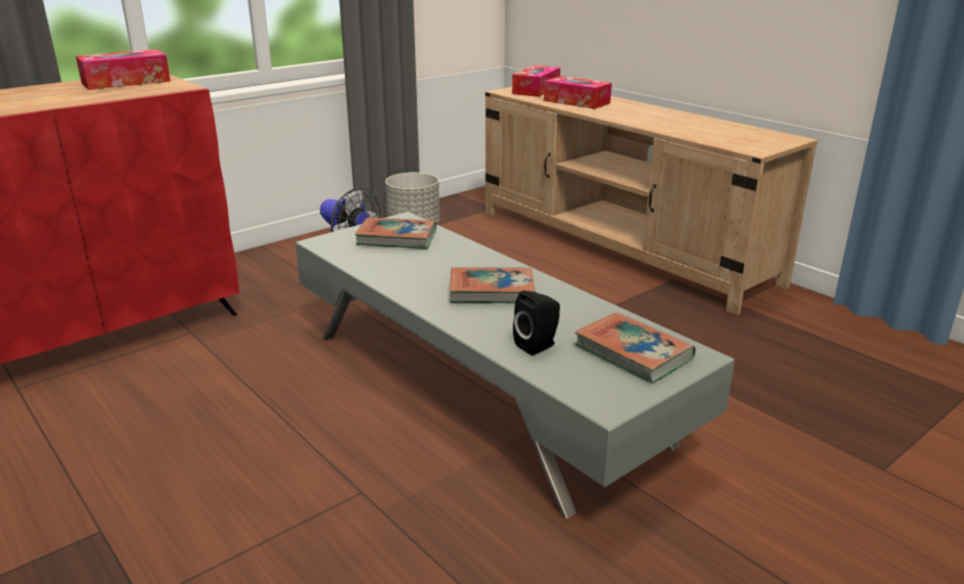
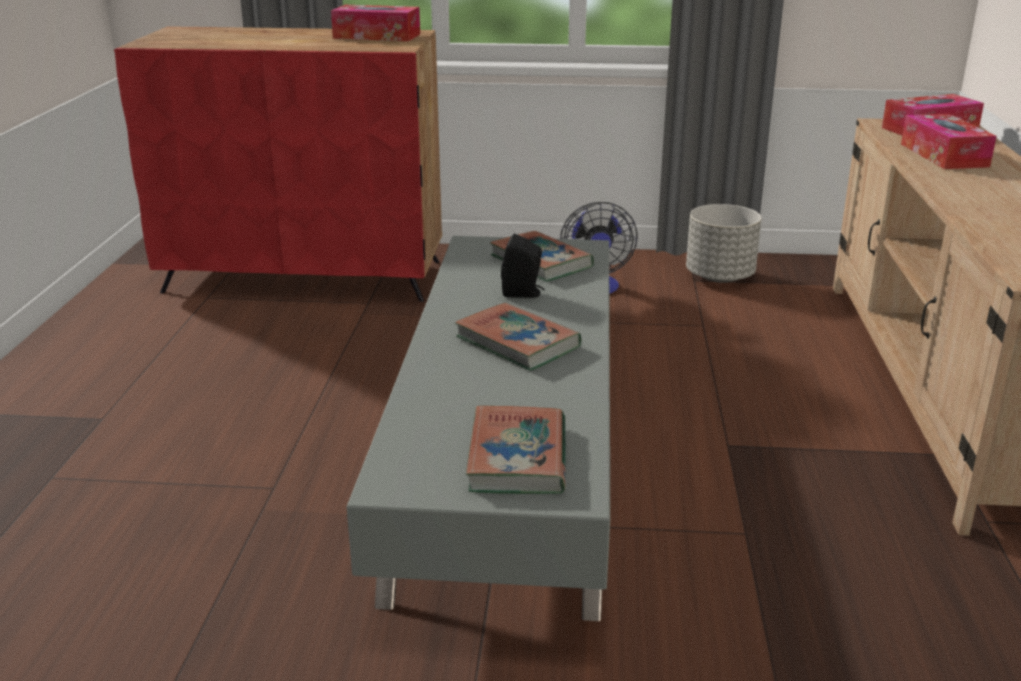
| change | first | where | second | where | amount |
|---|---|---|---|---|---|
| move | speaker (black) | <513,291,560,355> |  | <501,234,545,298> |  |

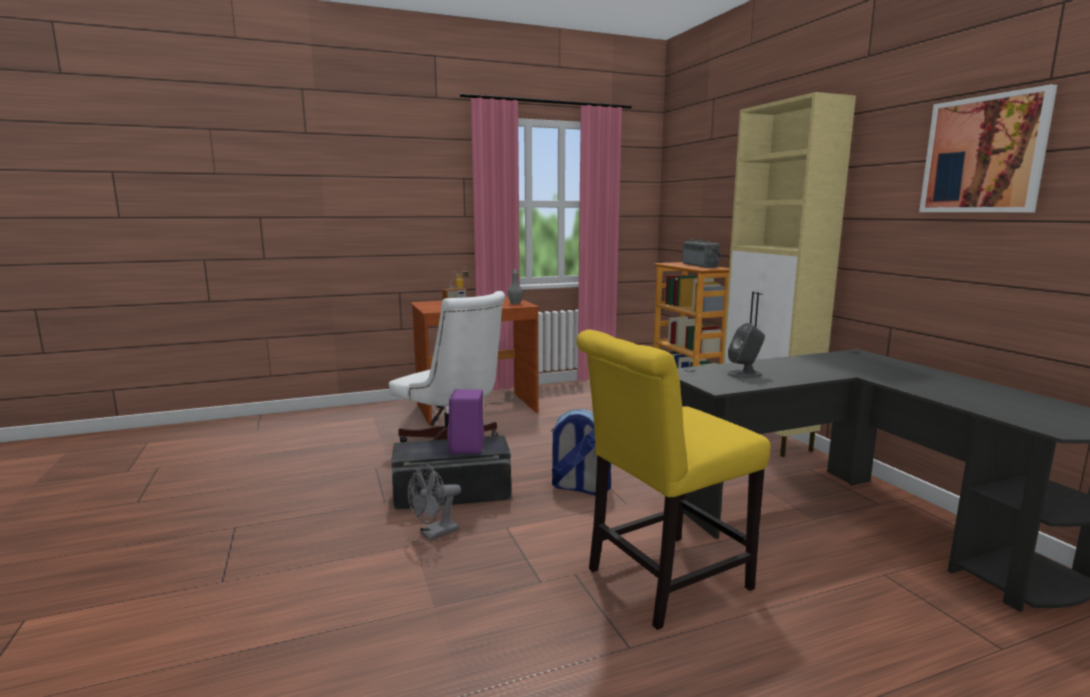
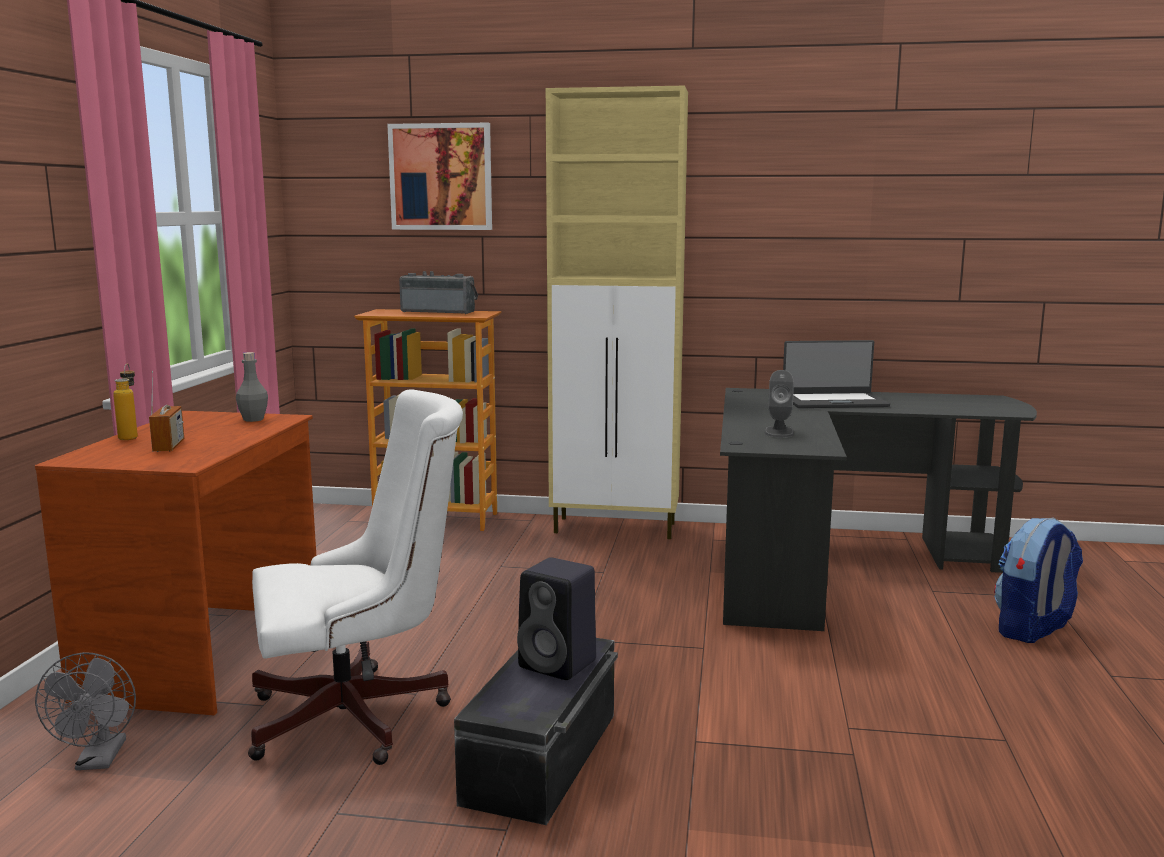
| change | first | where | second | where | amount |
|---|---|---|---|---|---|
| move | fan (grey) | <408,463,461,540> |  | <35,652,136,770> |  |
| recolor | speaker (purple) | <448,389,484,454> | speaker (black) | <517,557,596,680> |  |
| move | backpack | <551,409,611,495> |  | <994,518,1083,643> |  |
| delete | chair (yellow) | <576,330,771,630> |  |  |  |
| move | picture | <919,84,1057,212> |  | <387,123,492,230> |  |
| insert |  |  | laptop | <783,340,890,408> |  |

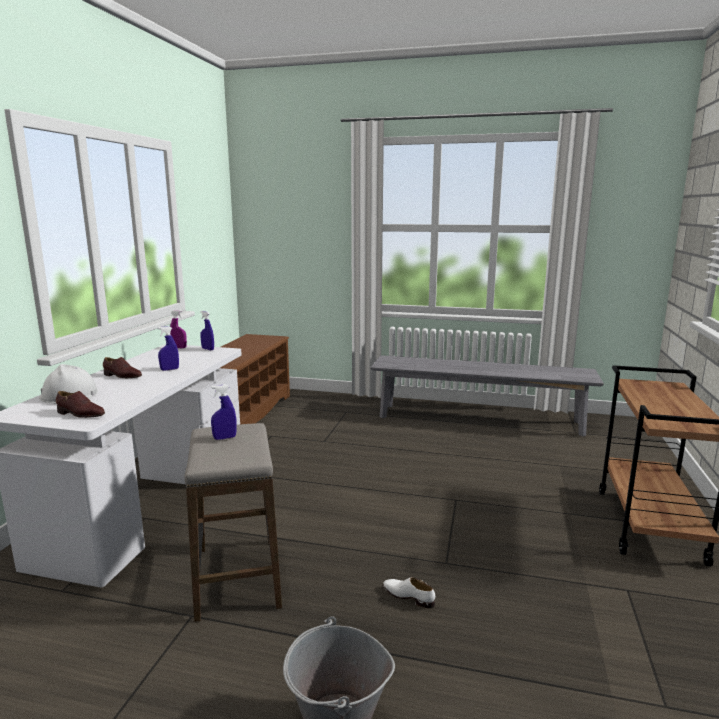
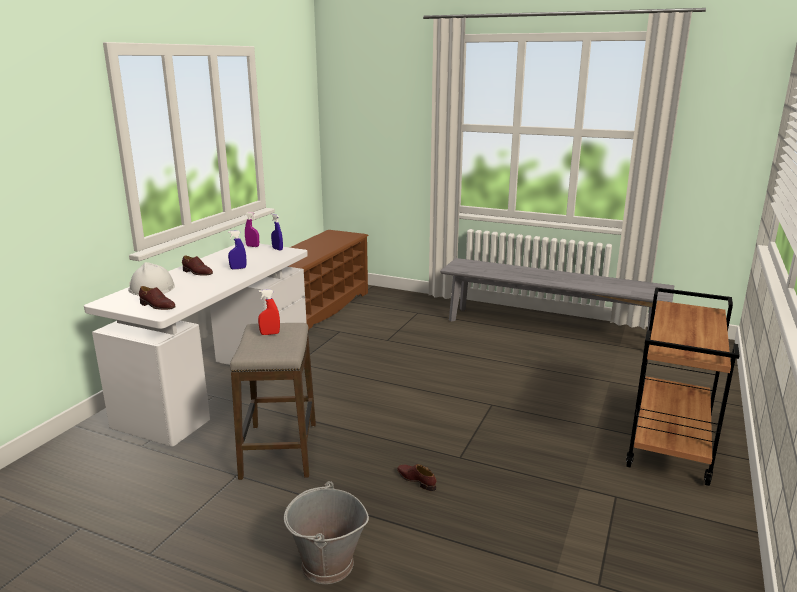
| change | first | where | second | where | amount |
|---|---|---|---|---|---|
| recolor | spray bottle (blue) | <211,385,237,440> | spray bottle (red) | <258,289,280,335> |  |
| recolor | shoe (white) | <383,577,435,608> | shoe (brown) | <397,464,436,491> |  |

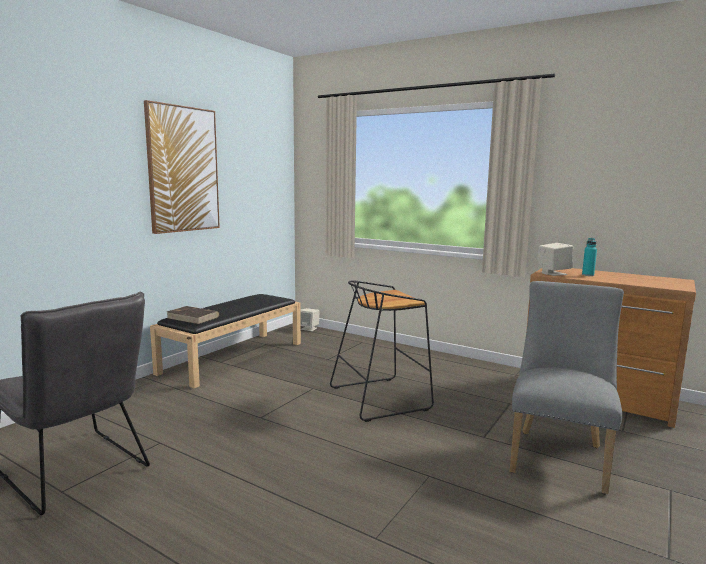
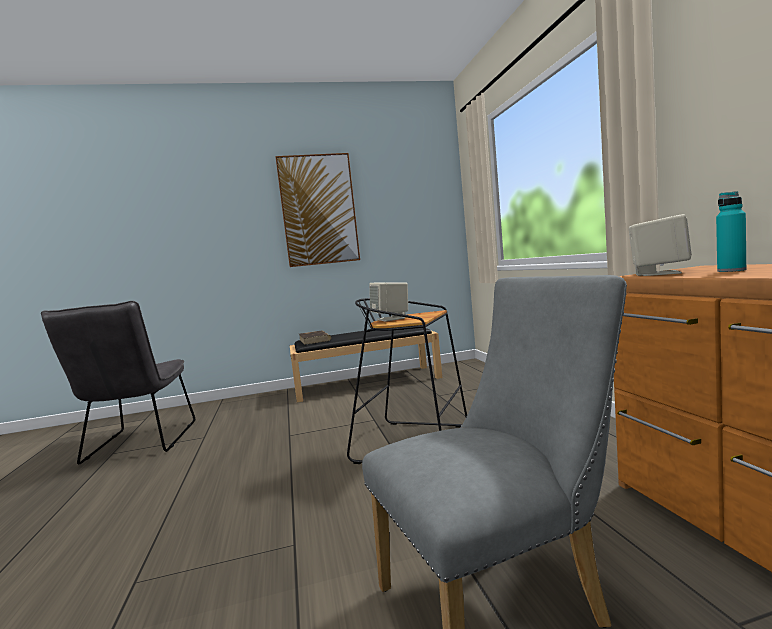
| change | first | where | second | where | amount |
|---|---|---|---|---|---|
| move | speaker (beige) | <300,308,320,331> |  | <369,283,408,322> |  |

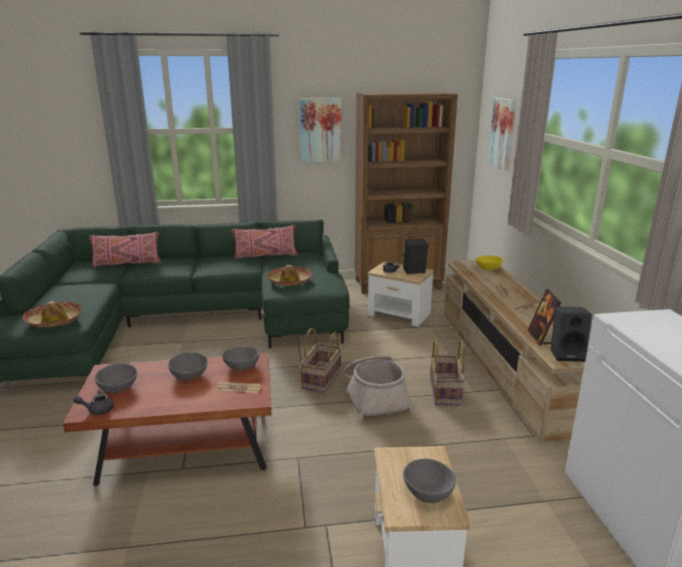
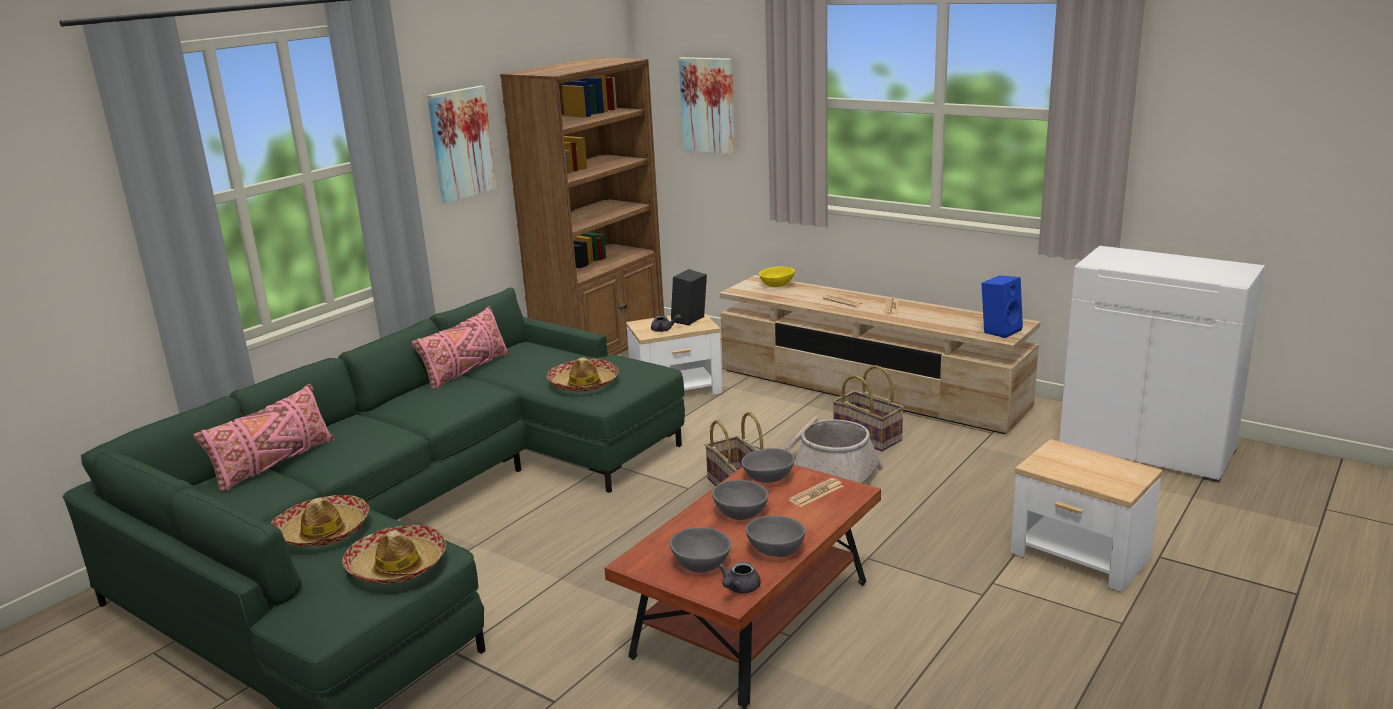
| change | first | where | second | where | amount |
|---|---|---|---|---|---|
| move | bowl (grey) | <403,459,456,503> |  | <746,516,805,557> |  |
| delete | picture frame | <528,289,561,346> |  |  |  |
| recolor | speaker (black) | <550,306,592,362> | speaker (blue) | <981,276,1023,338> |  |
| insert |  |  | hat | <271,495,370,547> |  |

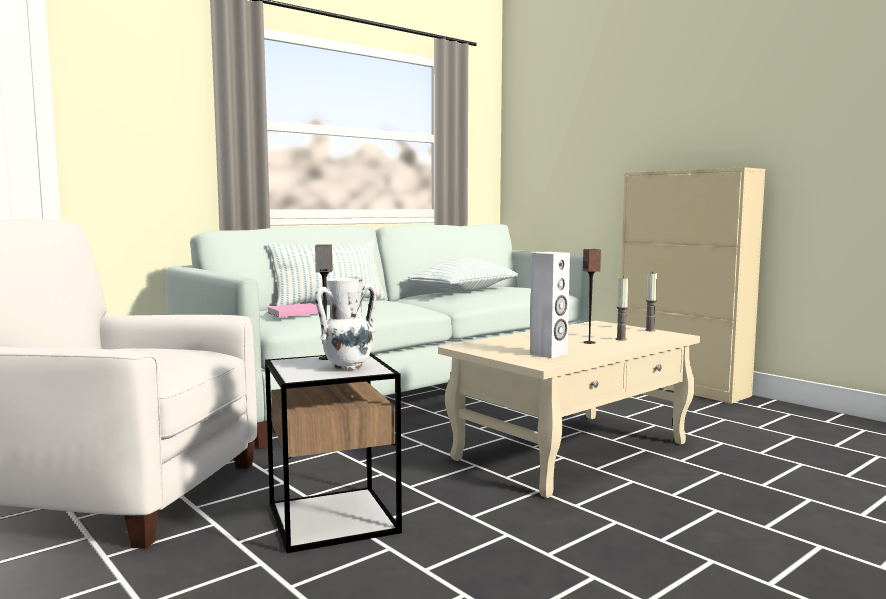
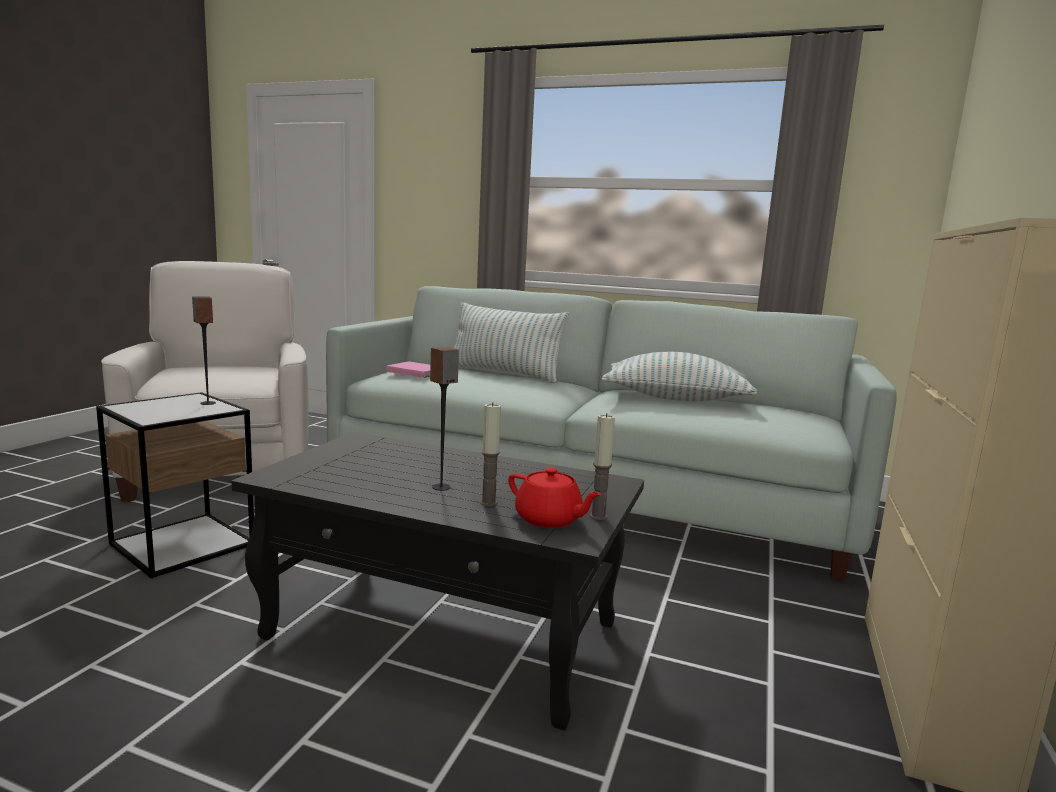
| change | first | where | second | where | amount |
|---|---|---|---|---|---|
| delete | vase (white) | <315,277,376,370> |  |  |  |
| recolor | coffee table (beige) | <438,321,701,498> | coffee table (black) | <231,432,644,730> |  |
| delete | speaker (white) | <530,252,570,358> |  |  |  |
| insert |  |  | teapot (red) | <508,467,602,528> |  |

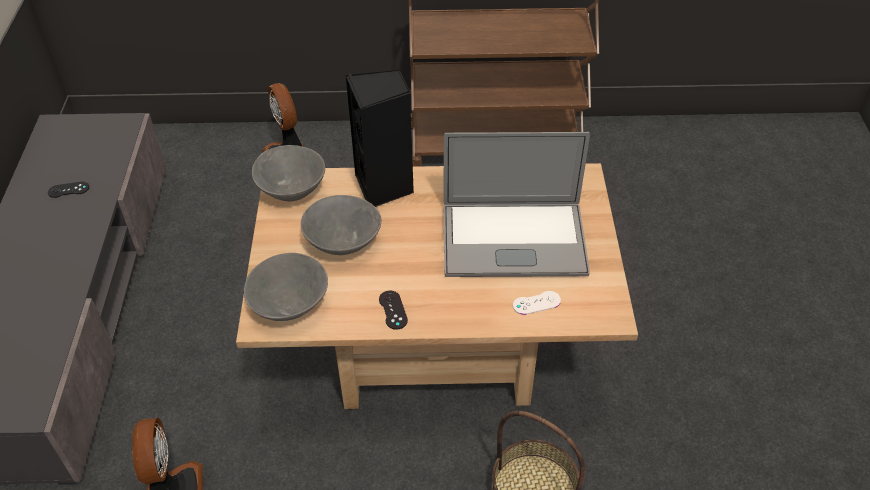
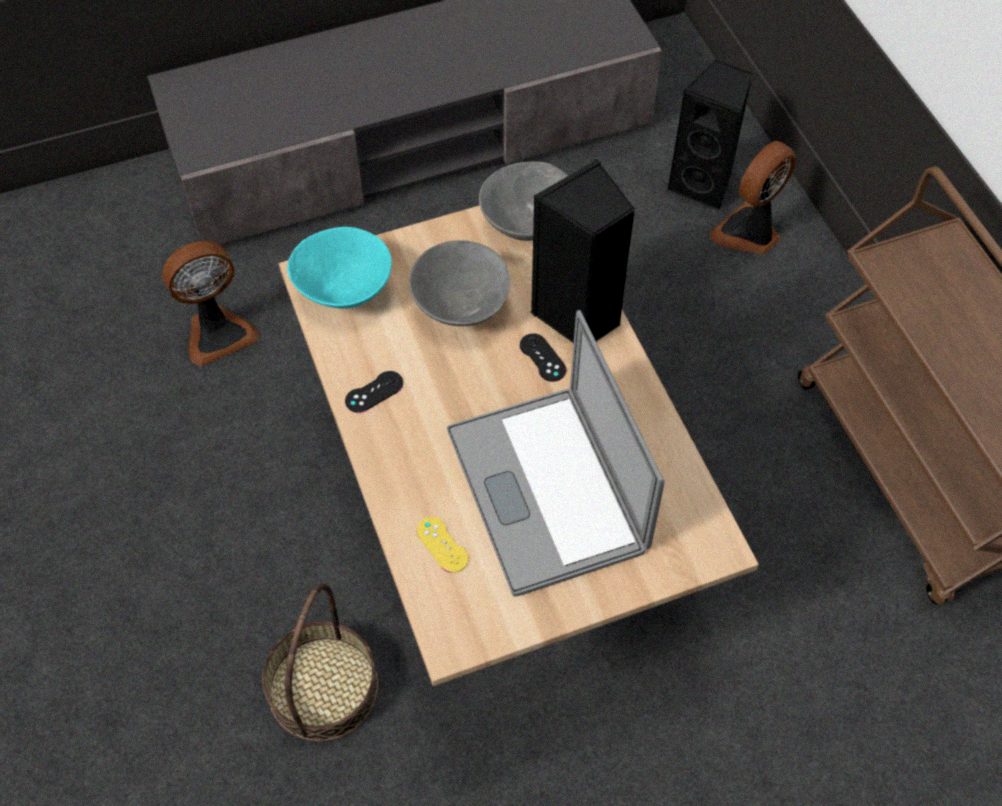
| change | first | where | second | where | amount |
|---|---|---|---|---|---|
| move | game controller (black) | <48,182,89,198> |  | <520,333,566,382> |  |
| recolor | bowl (grey) | <244,253,328,321> | bowl (turquoise) | <287,227,392,309> |  |
| recolor | game controller (white) | <513,291,561,315> | game controller (yellow) | <417,517,469,573> |  |
| insert |  |  | speaker (black) | <667,59,753,211> |  |

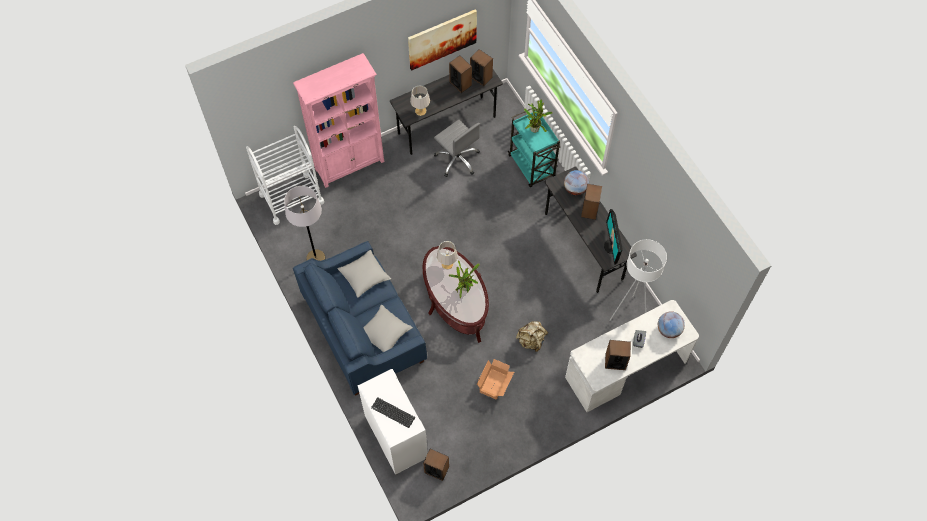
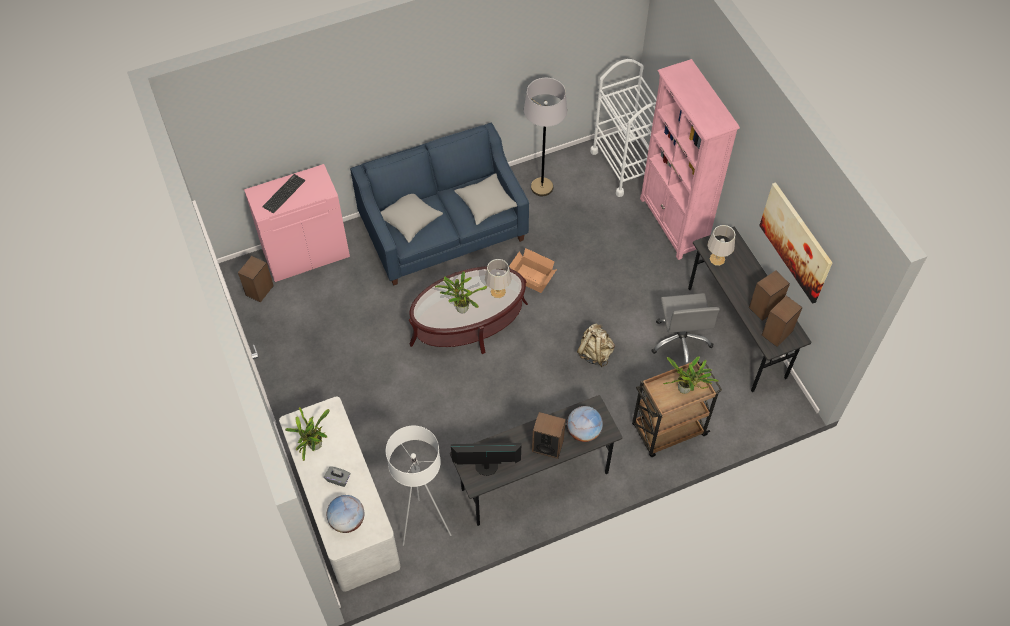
| change | first | where | second | where | amount |
|---|---|---|---|---|---|
| recolor | cabinet (white) | <358,369,428,475> | cabinet (pink) | <244,164,350,282> |  |
| rotate | office chair (grey) | <434,119,480,177> |  | <651,293,720,364> | 60 degrees counterclockwise |
| move | cardboard box | <477,359,514,400> |  | <509,248,557,293> |  |
| recolor | cart (turquoise) | <508,108,560,187> | cart (brown) | <632,361,722,457> |  |
| move | backpack (beige) | <516,321,548,352> |  | <577,323,615,367> |  |
| replace | speaker | <605,340,631,370> | potted plant | <285,407,330,461> |  |

